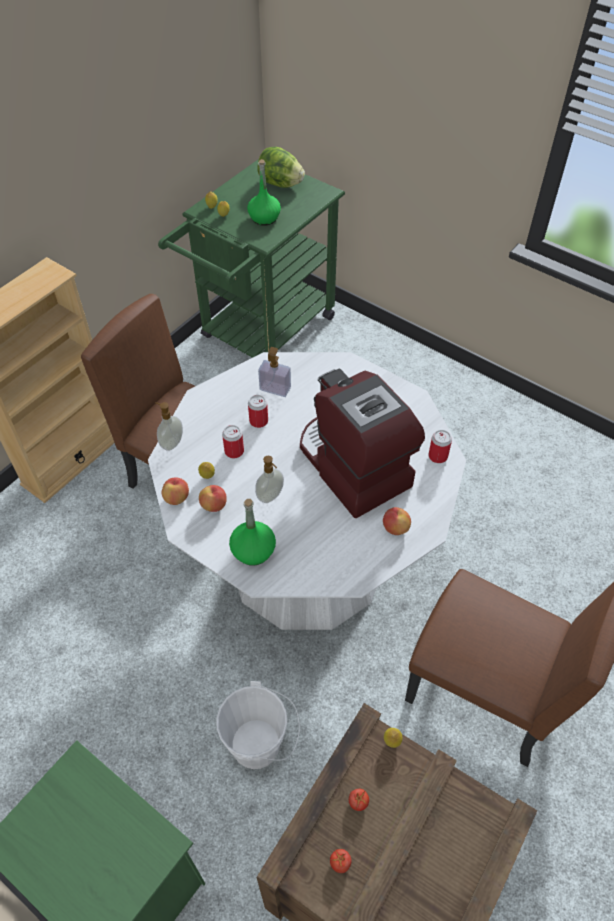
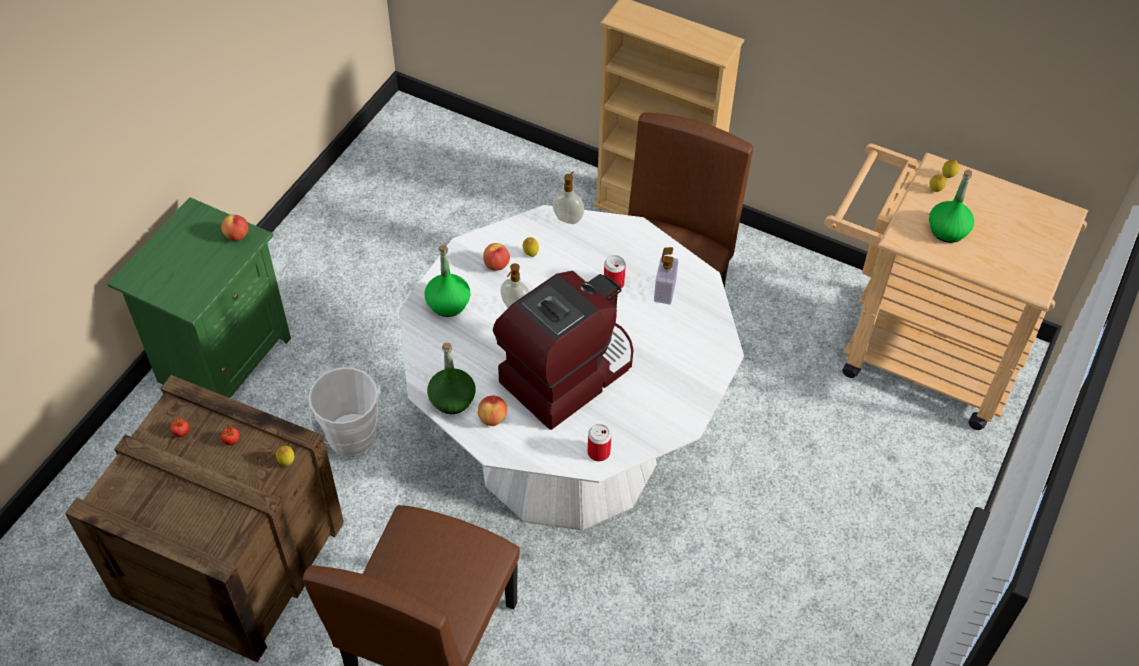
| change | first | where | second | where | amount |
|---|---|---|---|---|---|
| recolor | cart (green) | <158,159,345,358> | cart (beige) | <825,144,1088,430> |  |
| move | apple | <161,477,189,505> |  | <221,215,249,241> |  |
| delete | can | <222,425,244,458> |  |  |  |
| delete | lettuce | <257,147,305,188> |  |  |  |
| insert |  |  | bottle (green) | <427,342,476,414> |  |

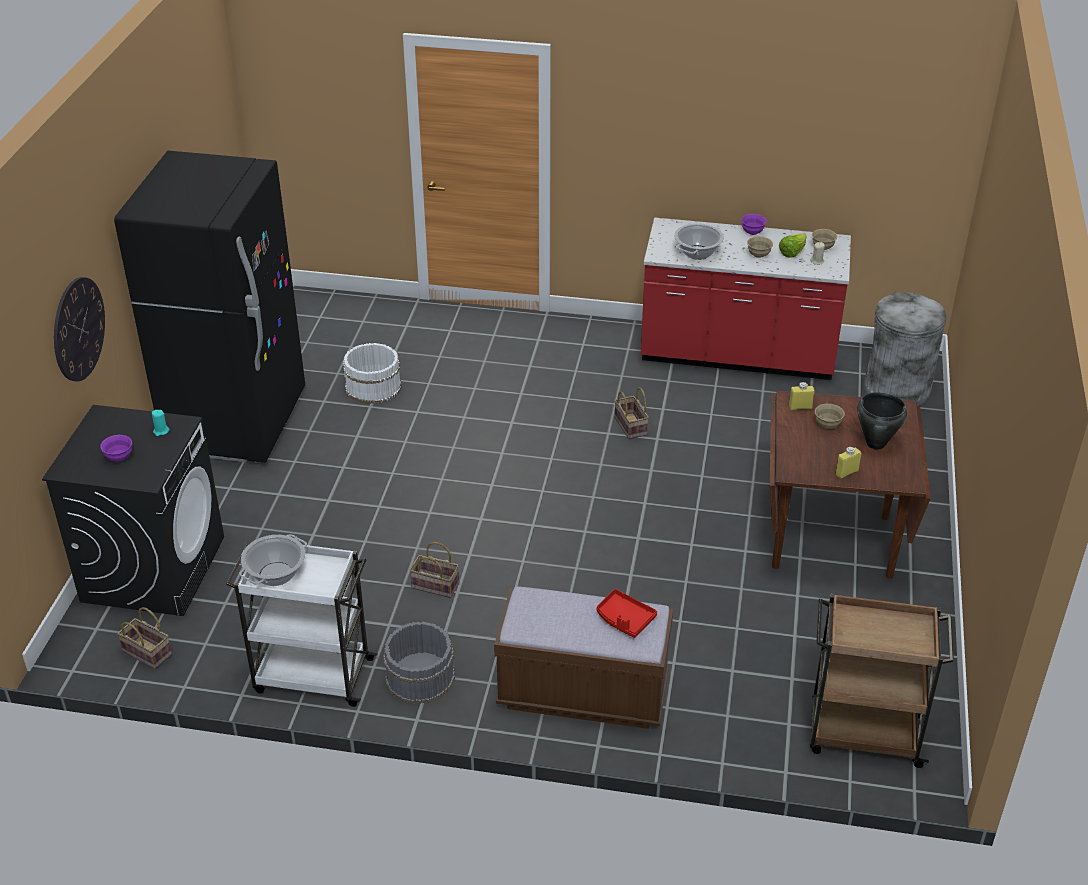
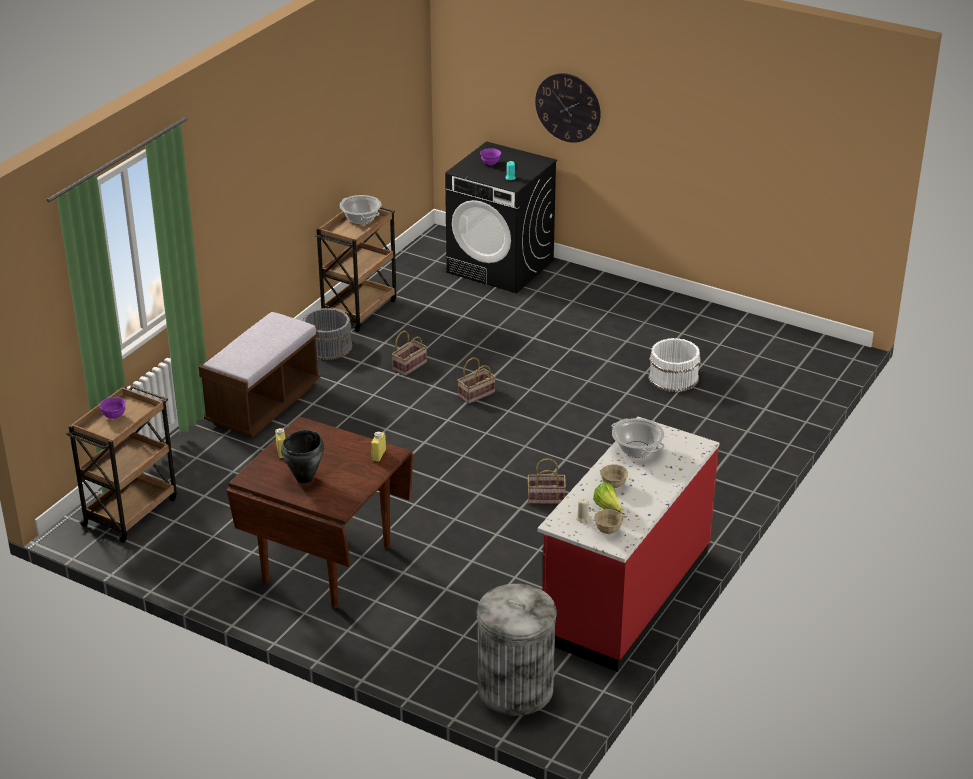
| change | first | where | second | where | amount |
|---|---|---|---|---|---|
| delete | fridge (black) | <114,151,305,463> |  |  |  |
| move | basket | <117,607,172,669> |  | <457,358,496,404> |  |
| recolor | cart (white) | <226,538,377,707> | cart (brown) | <315,207,397,332> |  |
| delete | tray (red) | <596,589,657,638> |  |  |  |
| move | bowl (purple) | <741,214,767,235> |  | <100,397,126,419> |  |
| delete | bowl (beige) | <815,404,845,429> |  |  |  |

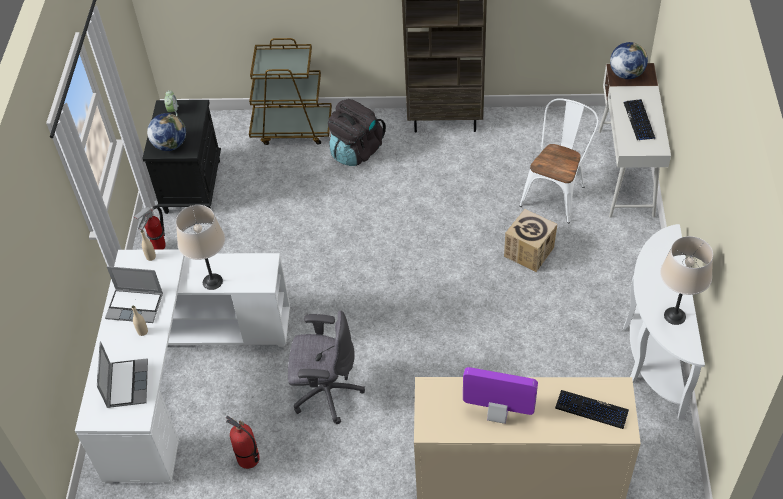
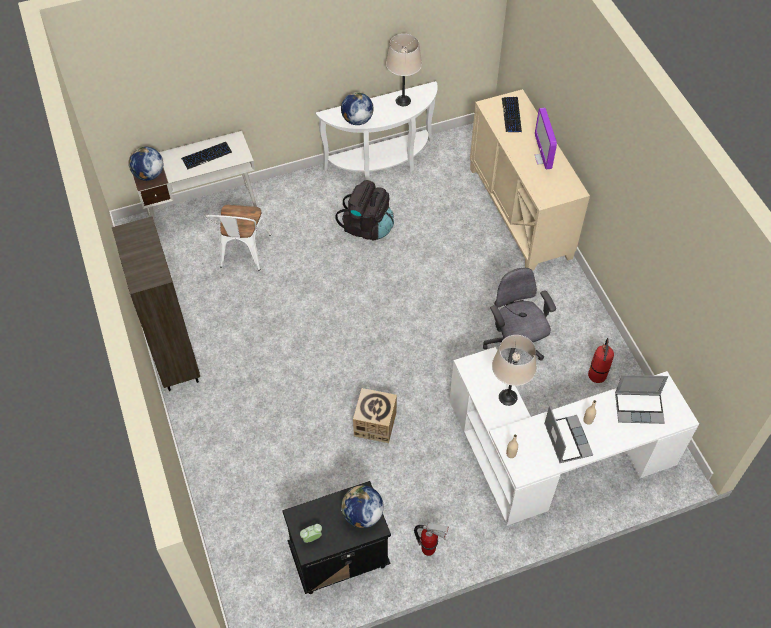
| change | first | where | second | where | amount |
|---|---|---|---|---|---|
| rotate | laptop | <97,341,148,408> |  | <615,375,668,424> | 150 degrees counterclockwise |
| delete | cart (brown) | <249,38,332,145> |  |  |  |
| move | backpack (black) | <328,99,386,166> |  | <336,180,394,240> |  |
| move | cardboard box | <504,209,557,272> |  | <353,388,397,443> |  |
| rotate | chair (white) | <519,98,599,223> |  | <204,205,272,271> | 90 degrees counterclockwise |
| insert |  |  | globe | <341,92,373,125> |  |

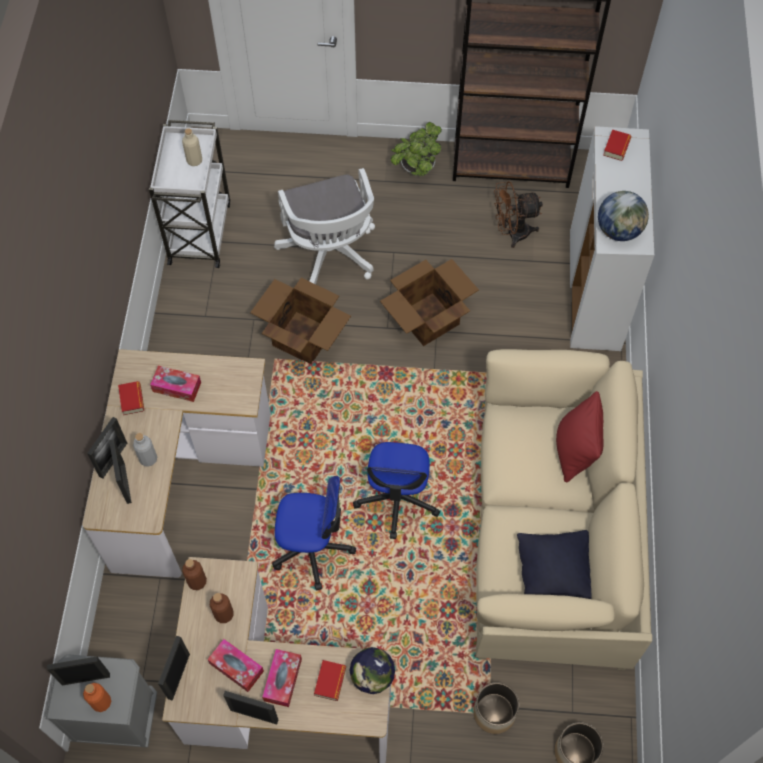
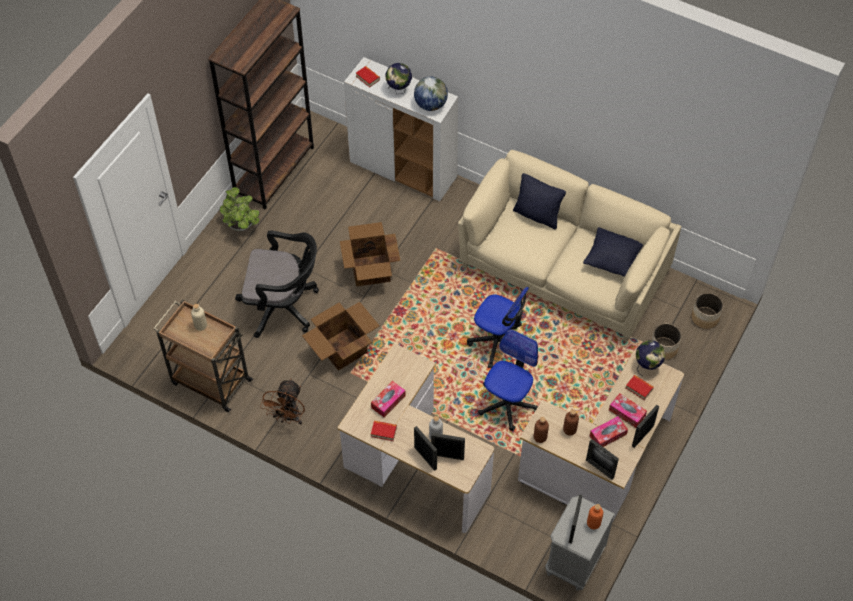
| change | first | where | second | where | amount |
|---|---|---|---|---|---|
| recolor | cart (white) | <149,120,230,268> | cart (brown) | <153,300,253,412> |  |
| recolor | office chair (white) | <274,168,375,284> | office chair (black) | <235,231,319,338> |  |
| move | fan (brown) | <494,181,543,248> |  | <260,379,305,425> |  |
| recolor | pillow (red) | <556,391,603,483> | pillow (black) | <513,173,566,229> |  |
| insert |  |  | globe | <385,63,412,94> |  |

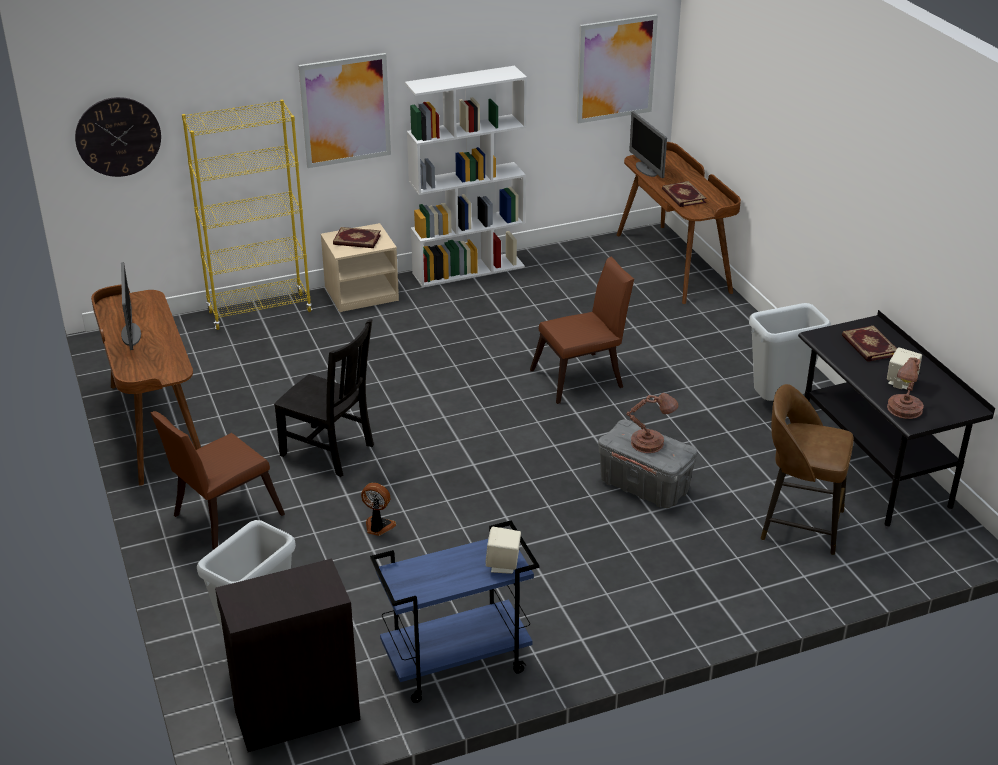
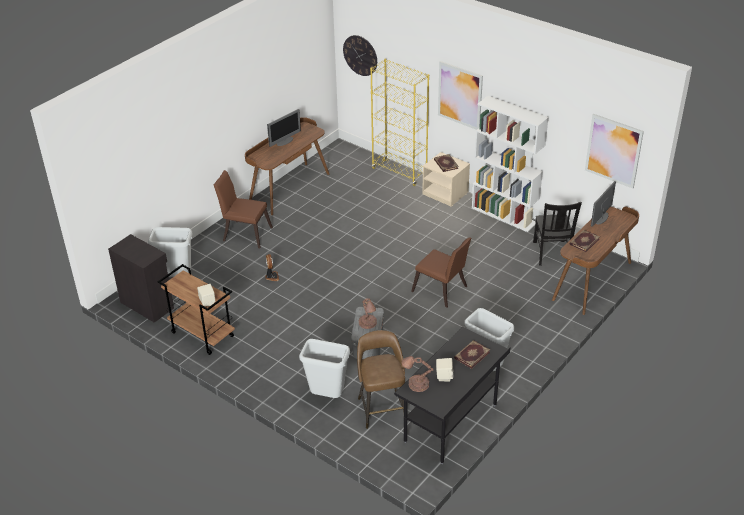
| change | first | where | second | where | amount |
|---|---|---|---|---|---|
| move | chair (black) | <274,319,374,477> |  | <533,202,582,266> |  |
| recolor | cart (blue) | <370,521,539,703> | cart (brown) | <158,264,235,355> |  |
| insert |  |  | trash can (grey) | <299,339,350,398> |  |

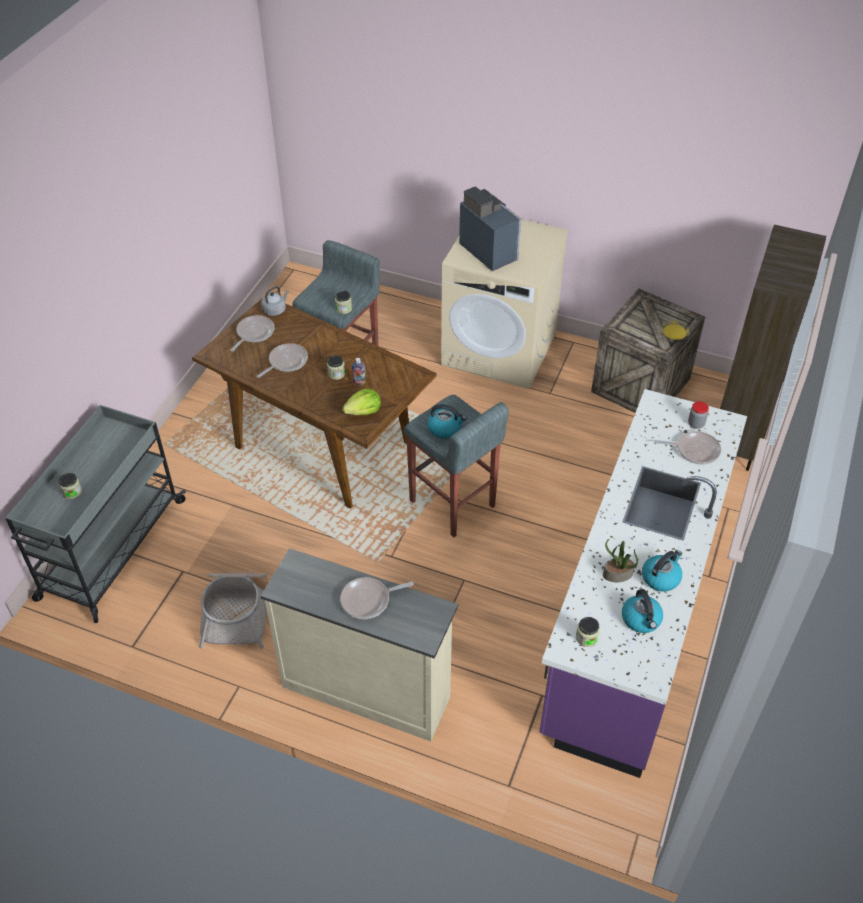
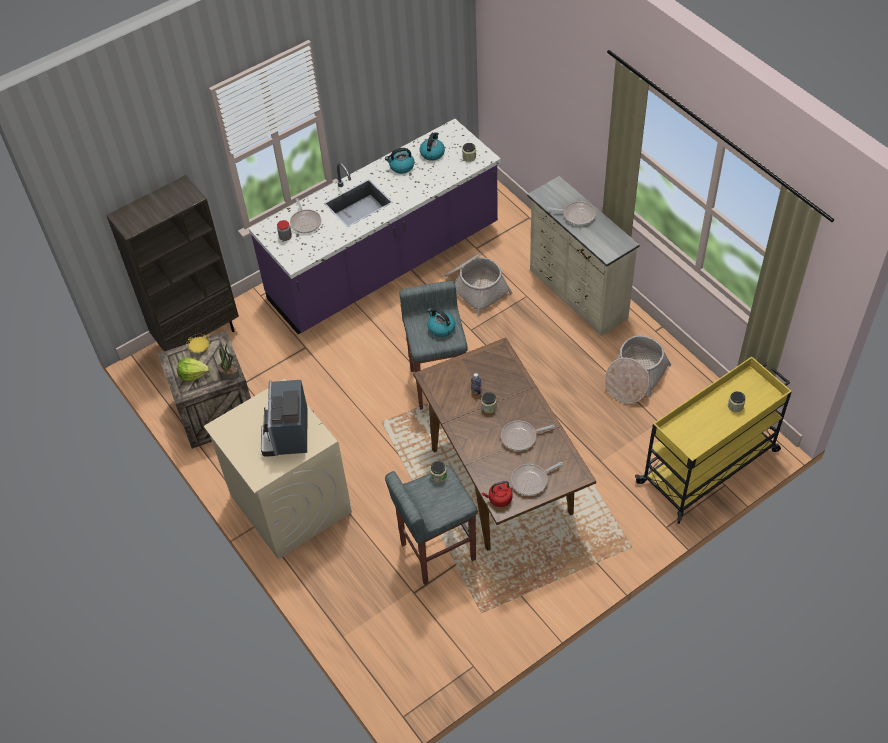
| change | first | where | second | where | amount |
|---|---|---|---|---|---|
| recolor | cart (grey) | <5,405,186,623> | cart (yellow) | <635,357,792,524> |  |
| recolor | kettle (grey) | <261,286,289,316> | kettle (red) | <482,481,513,507> |  |
| move | lettuce | <342,388,381,415> |  | <177,358,210,381> |  |
| move | potted plant | <603,539,638,582> |  | <217,344,239,380> |  |
| rotate | frying pan | <654,431,721,465> |  | <290,198,321,233> | 150 degrees counterclockwise |
| insert |  |  | basket | <444,253,513,316> |  |

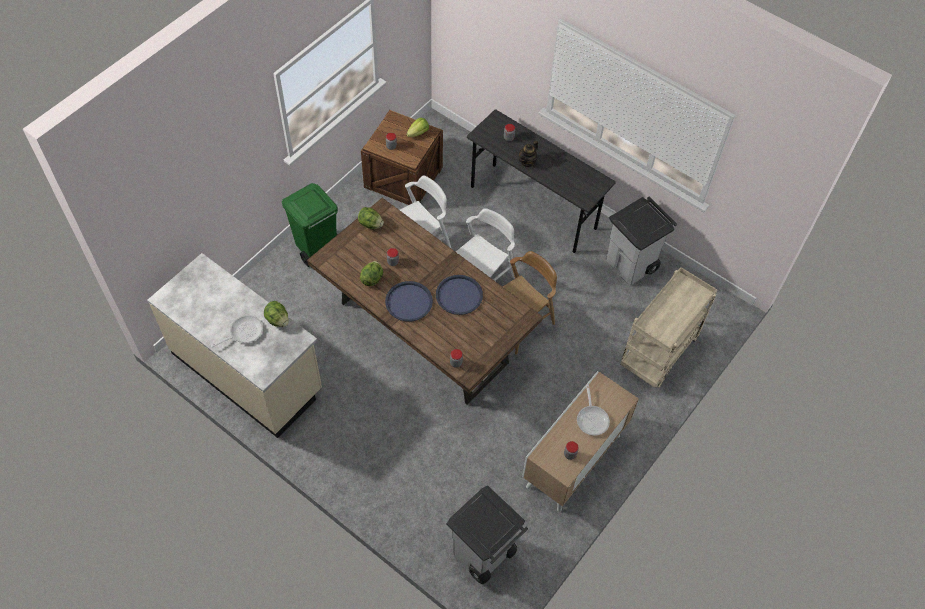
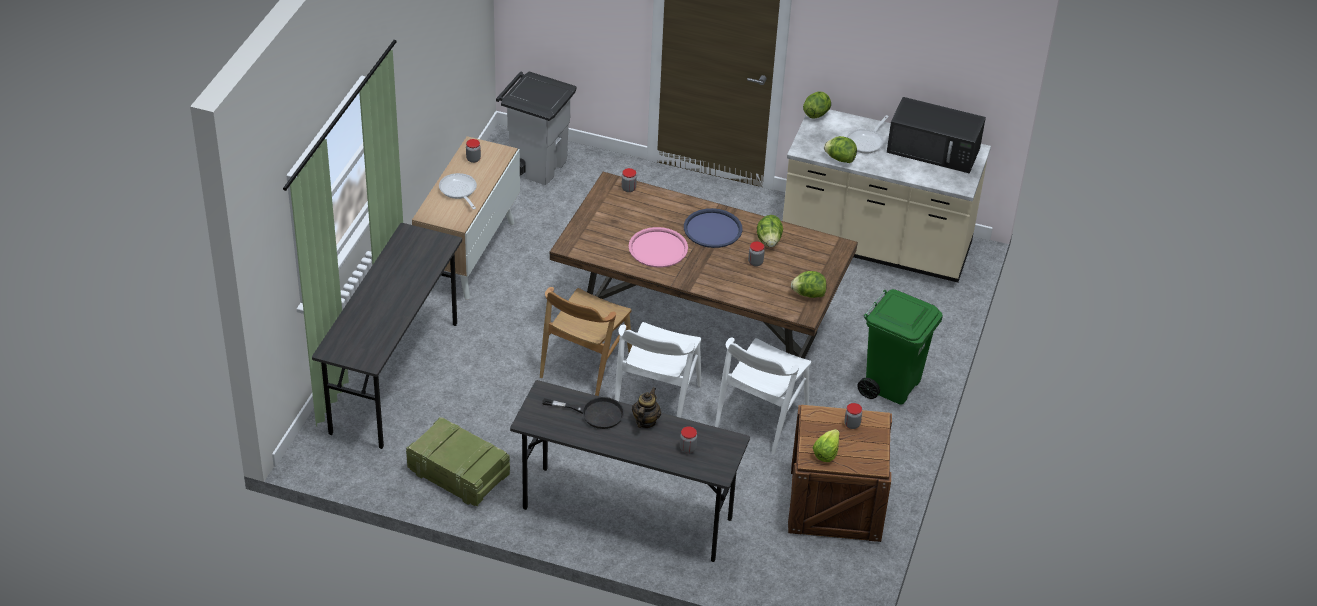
| change | first | where | second | where | amount |
|---|---|---|---|---|---|
| recolor | tray (blue) | <436,275,483,315> | tray (pink) | <629,227,688,268> |  |
| replace | trash can (grey) | <606,197,677,285> | crate | <406,417,510,506> |  |
| replace | cart (beige) | <620,267,717,388> | desk (grey) | <312,223,462,449> |  |
| insert |  |  | frying pan (black) | <542,397,624,429> |  |
| insert |  |  | lettuce | <803,91,831,119> |  |
| insert |  |  | microwave (black) | <887,97,986,174> |  |

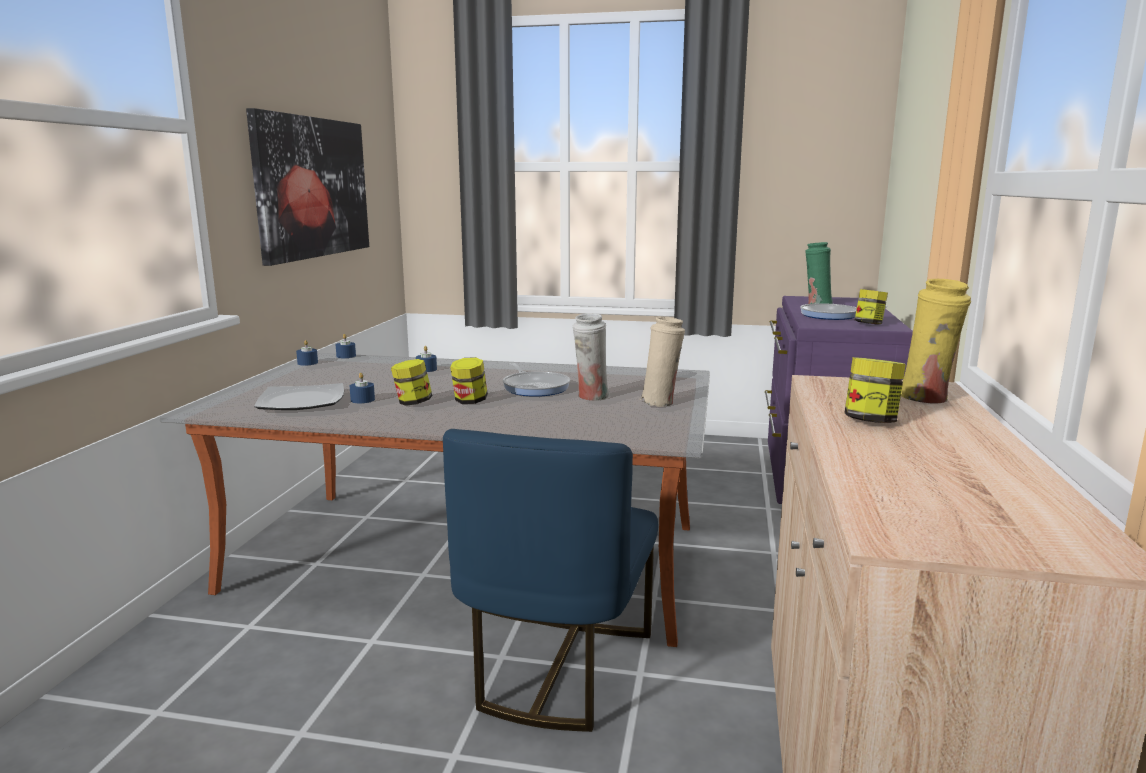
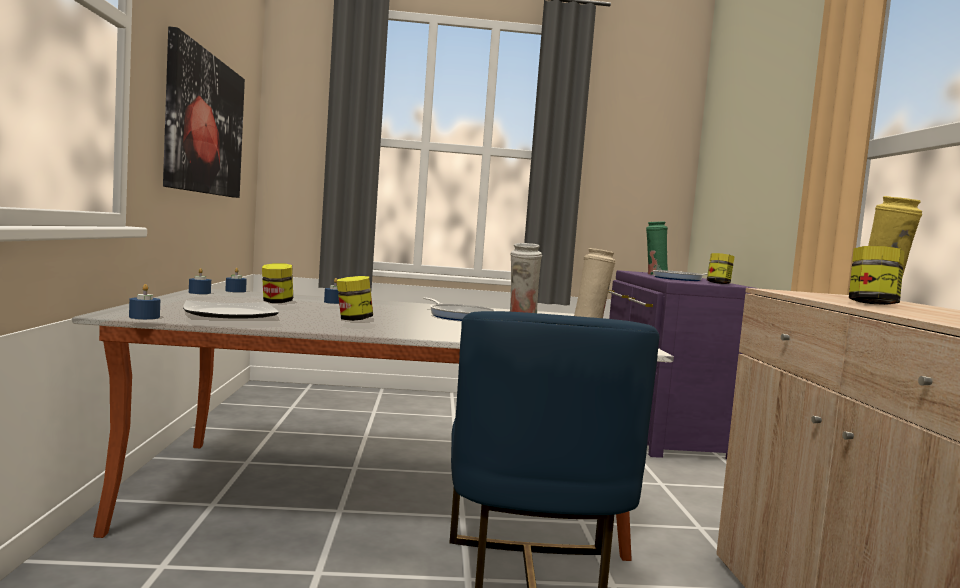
| change | first | where | second | where | amount |
|---|---|---|---|---|---|
| move | candle (blue) | <350,373,375,403> |  | <129,284,160,319> |  |
| move | jar | <450,357,488,404> |  | <262,263,293,303> |  |

